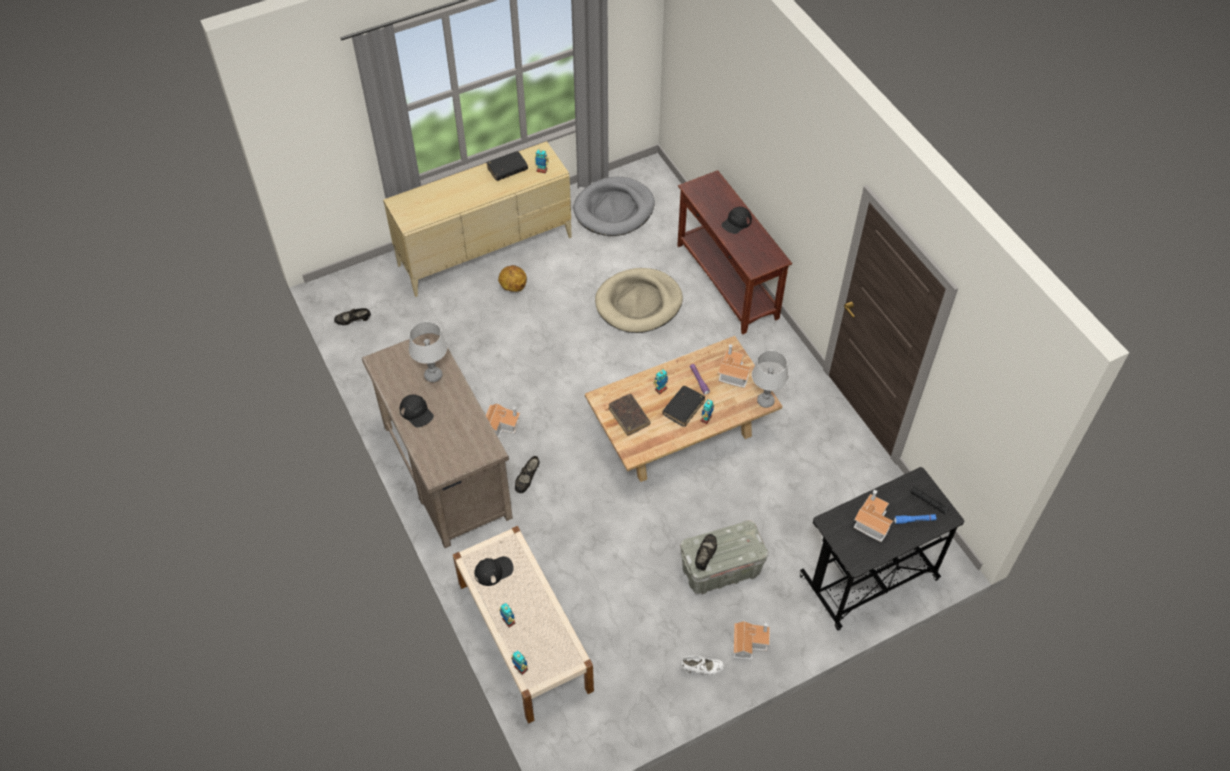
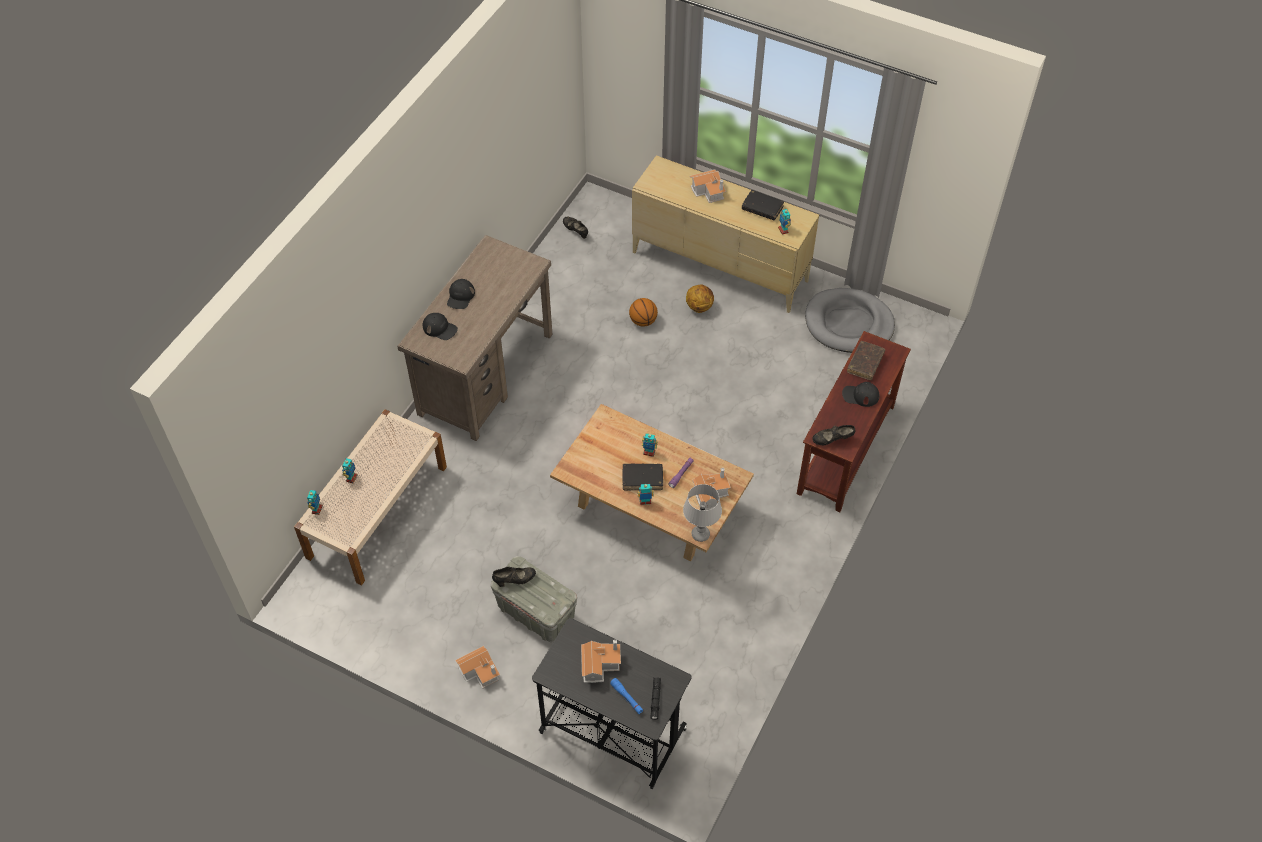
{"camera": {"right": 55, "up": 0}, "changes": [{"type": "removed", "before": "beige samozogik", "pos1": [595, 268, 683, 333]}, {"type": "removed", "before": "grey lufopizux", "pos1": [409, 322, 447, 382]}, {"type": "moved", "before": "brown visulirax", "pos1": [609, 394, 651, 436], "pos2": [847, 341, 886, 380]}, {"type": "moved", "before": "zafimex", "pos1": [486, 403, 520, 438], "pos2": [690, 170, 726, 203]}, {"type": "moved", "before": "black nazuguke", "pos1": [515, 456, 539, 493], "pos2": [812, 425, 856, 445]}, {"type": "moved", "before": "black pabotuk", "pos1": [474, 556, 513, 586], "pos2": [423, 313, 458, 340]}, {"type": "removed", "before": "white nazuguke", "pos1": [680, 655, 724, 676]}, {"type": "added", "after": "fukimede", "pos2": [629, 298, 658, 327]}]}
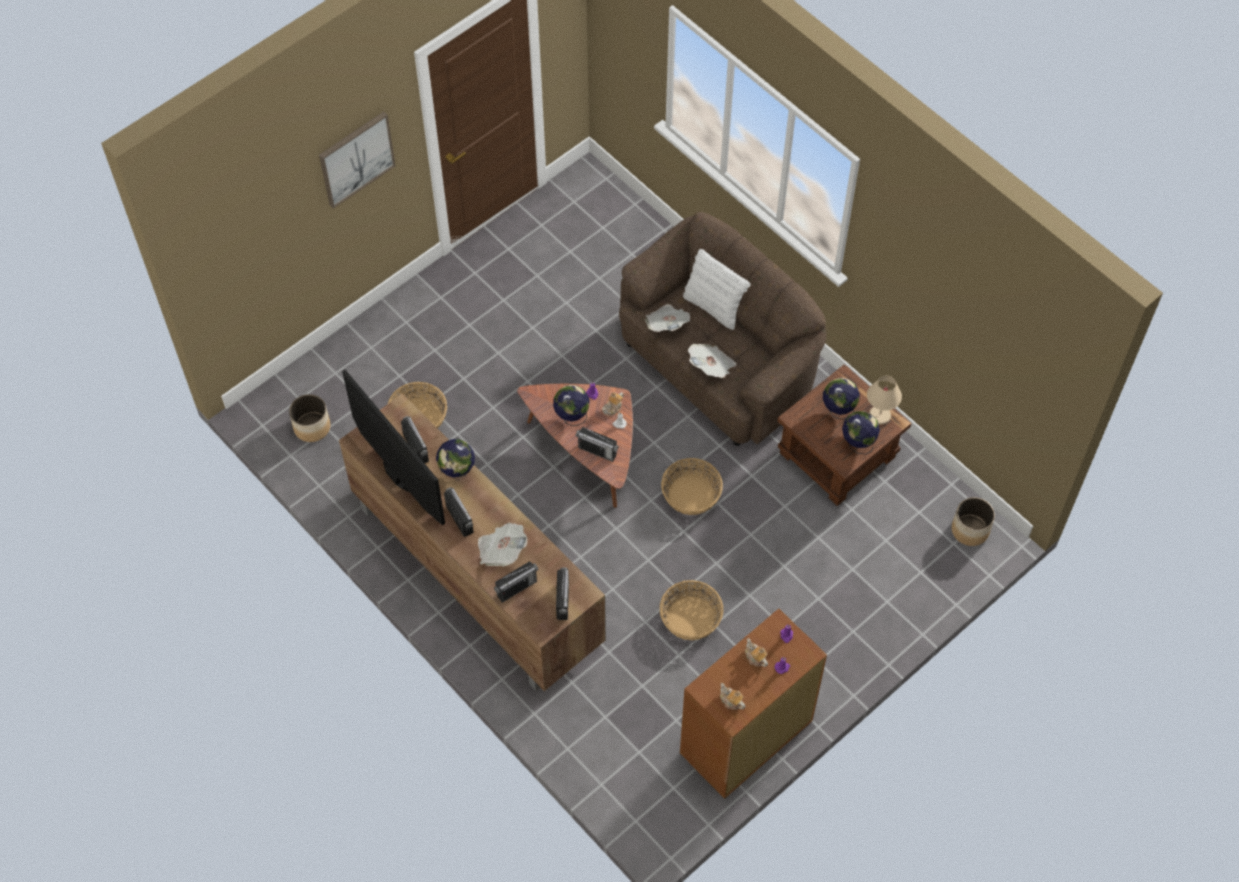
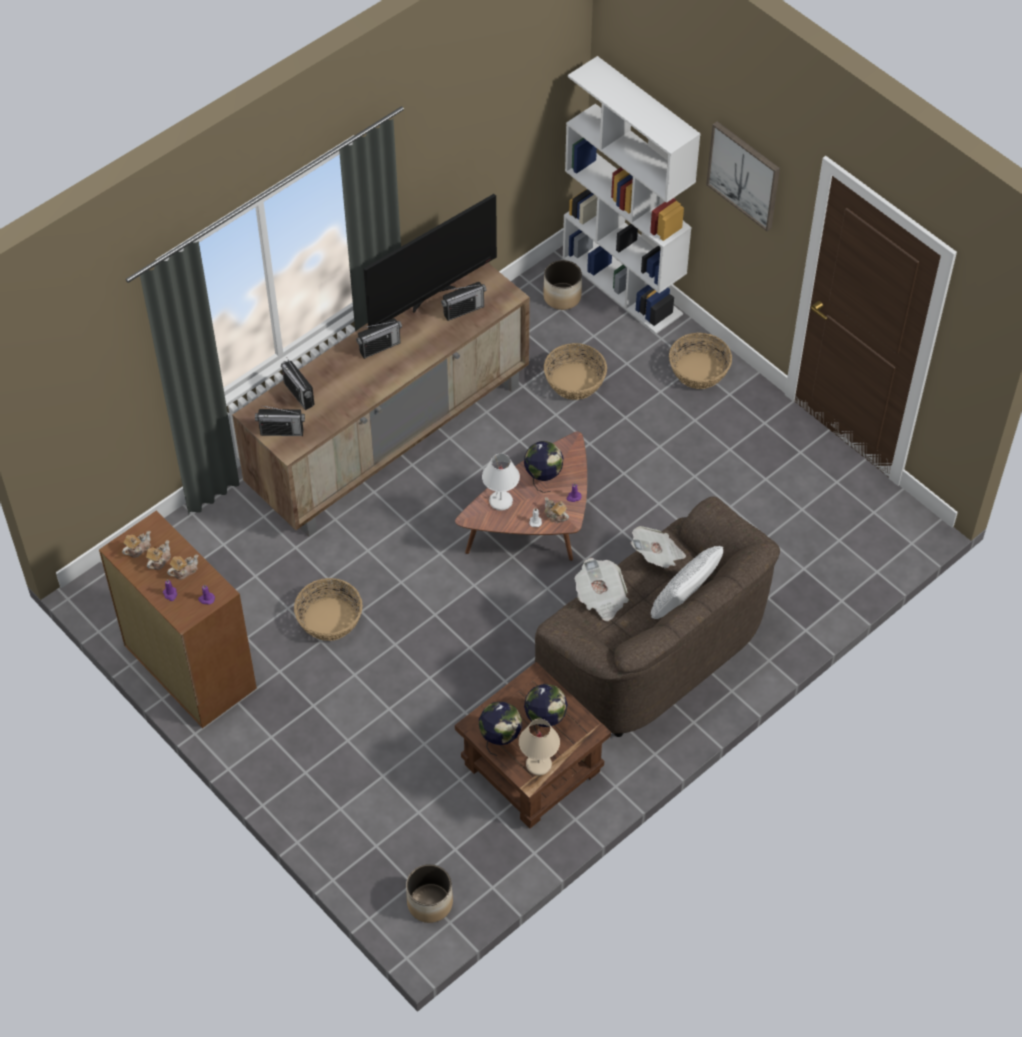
{"camera": {"right": 90, "up": -5}, "changes": [{"type": "replaced", "before": "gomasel", "after": "white lufopizux", "pos1": [576, 427, 619, 462], "pos2": [482, 454, 520, 511]}, {"type": "removed", "before": "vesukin", "pos1": [436, 439, 475, 481]}, {"type": "moved", "before": "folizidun", "pos1": [661, 458, 723, 515], "pos2": [669, 333, 732, 389]}, {"type": "removed", "before": "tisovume", "pos1": [478, 523, 528, 566]}, {"type": "added", "after": "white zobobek", "pos2": [563, 56, 700, 334]}, {"type": "added", "after": "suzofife", "pos2": [146, 540, 171, 570]}]}
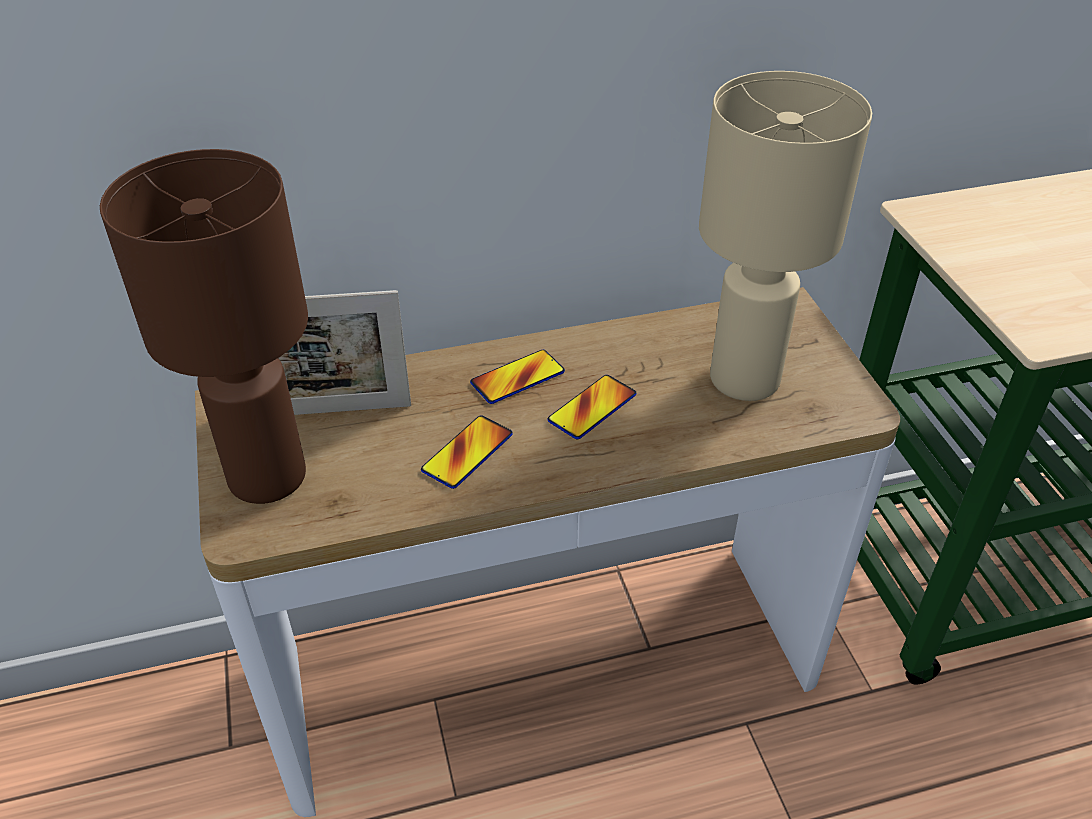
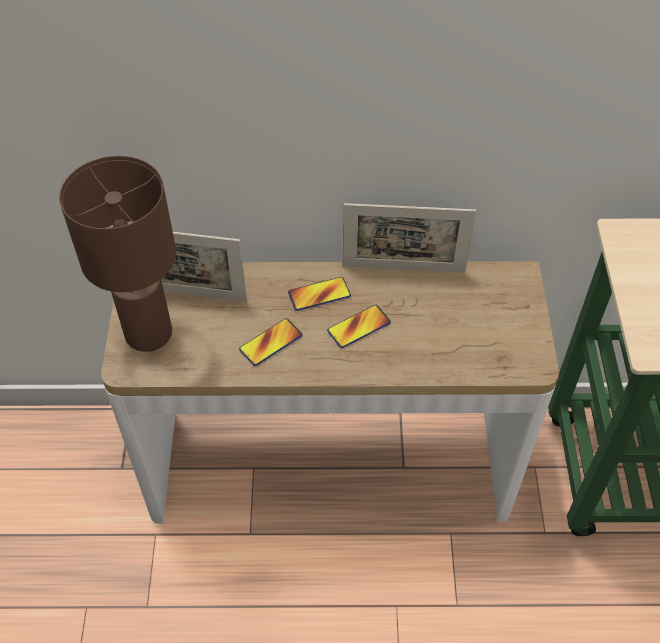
{"camera": {"right": 15, "up": 10}, "changes": [{"type": "removed", "before": "beige lufopizux", "pos1": [699, 71, 872, 401]}, {"type": "added", "after": "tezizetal", "pos2": [342, 203, 476, 273]}]}
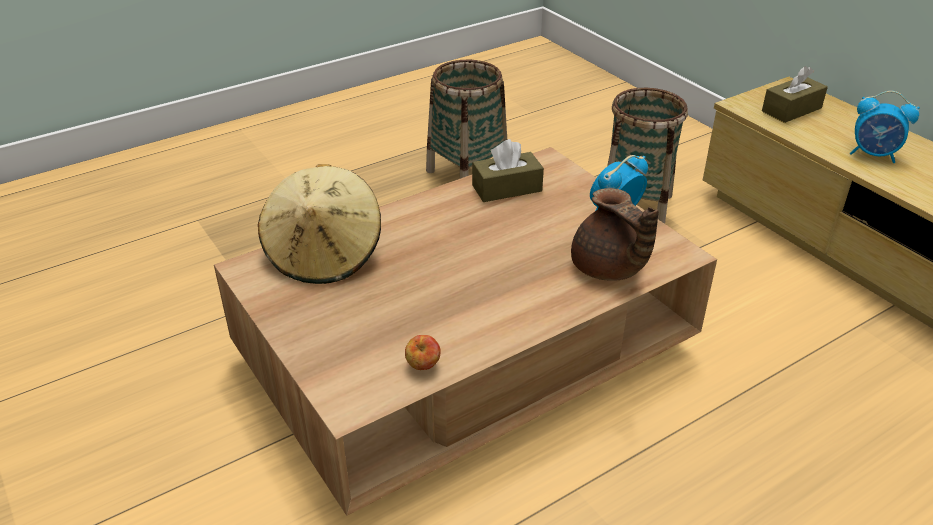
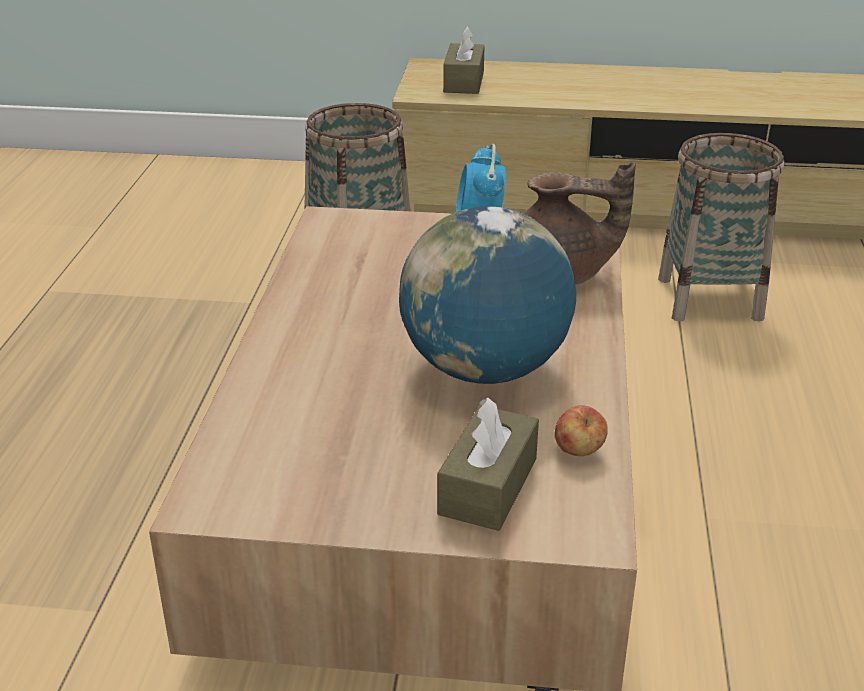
{"camera": {"right": -50, "up": -5}, "changes": [{"type": "moved", "before": "folizidun", "pos1": [426, 60, 507, 179], "pos2": [658, 133, 785, 322]}, {"type": "removed", "before": "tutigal", "pos1": [850, 91, 920, 163]}, {"type": "moved", "before": "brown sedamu", "pos1": [472, 139, 544, 202], "pos2": [437, 398, 539, 531]}, {"type": "removed", "before": "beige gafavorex", "pos1": [258, 164, 381, 284]}, {"type": "added", "after": "vesukin", "pos2": [399, 206, 576, 384]}]}
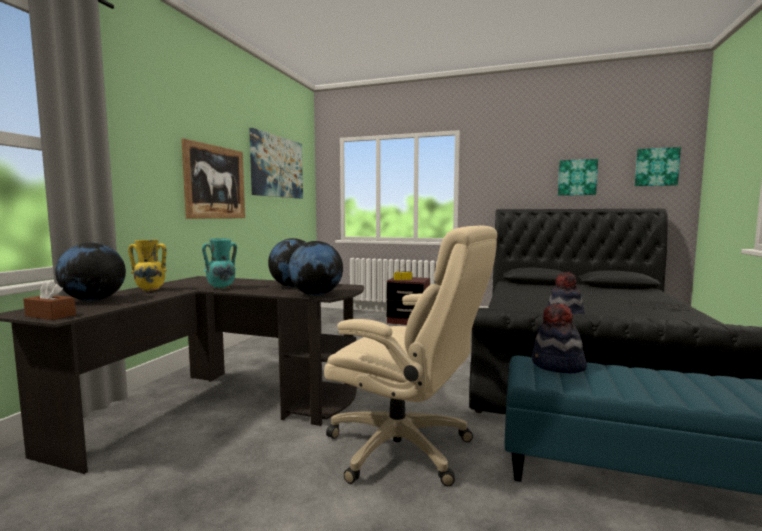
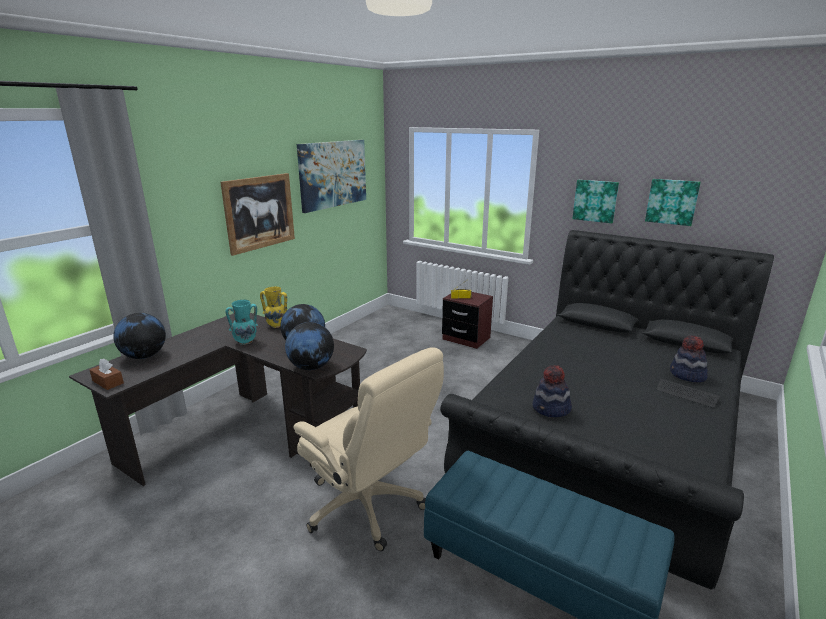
{"camera": {"right": 15, "up": 15}, "changes": [{"type": "moved", "before": "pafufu", "pos1": [635, 147, 681, 186], "pos2": [572, 180, 619, 223]}, {"type": "moved", "before": "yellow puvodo", "pos1": [128, 240, 167, 291], "pos2": [260, 287, 287, 328]}, {"type": "moved", "before": "gafavorex", "pos1": [532, 303, 587, 373], "pos2": [670, 335, 707, 382]}]}
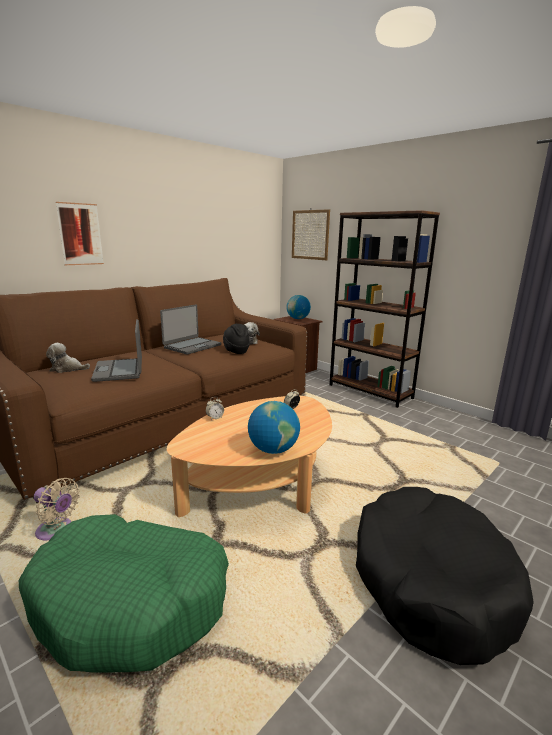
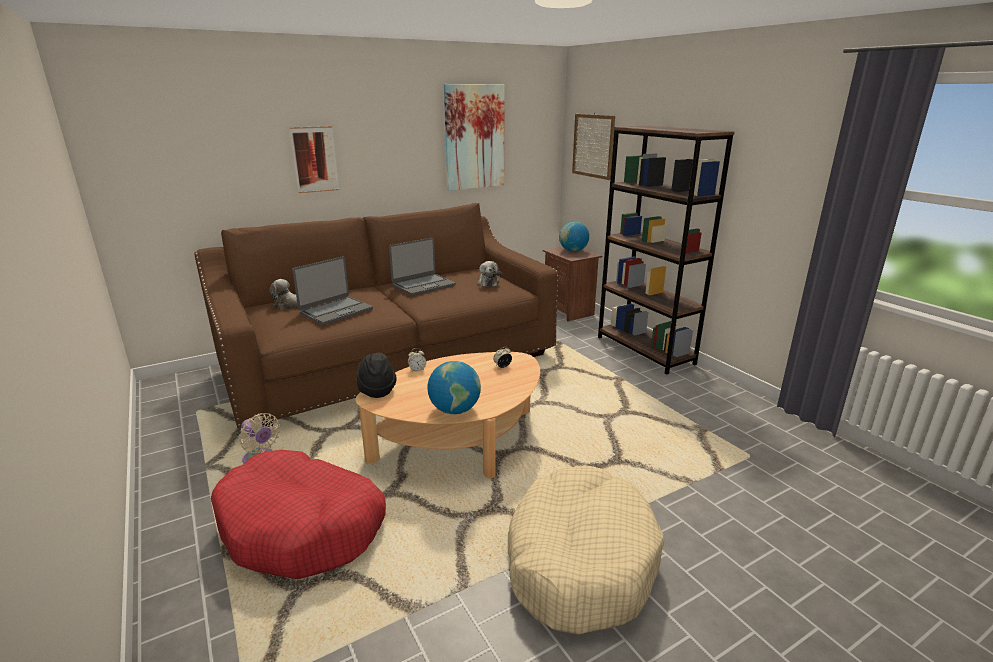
{"camera": {"right": 15, "up": 5}, "changes": [{"type": "turned", "before": "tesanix", "pos1": [91, 319, 142, 382], "pos2": [292, 256, 373, 325], "turn": -135}, {"type": "moved", "before": "black gafavorex", "pos1": [223, 324, 250, 354], "pos2": [357, 353, 396, 398]}, {"type": "recoloured", "before": "black samozogik", "after": "beige samozogik", "pos1": [356, 487, 534, 665], "pos2": [508, 465, 664, 635]}, {"type": "recoloured", "before": "green samozogik", "after": "red samozogik", "pos1": [19, 514, 229, 673], "pos2": [211, 450, 386, 579]}, {"type": "added", "after": "pafufu", "pos2": [444, 84, 505, 191]}]}
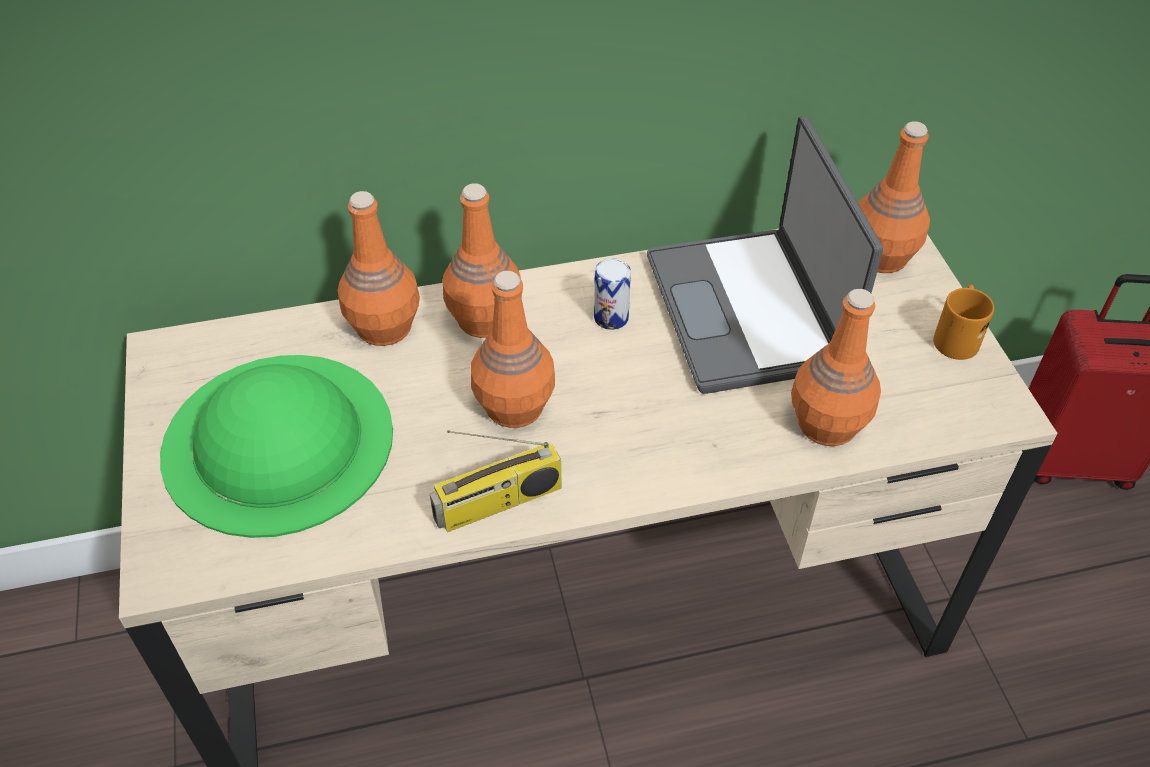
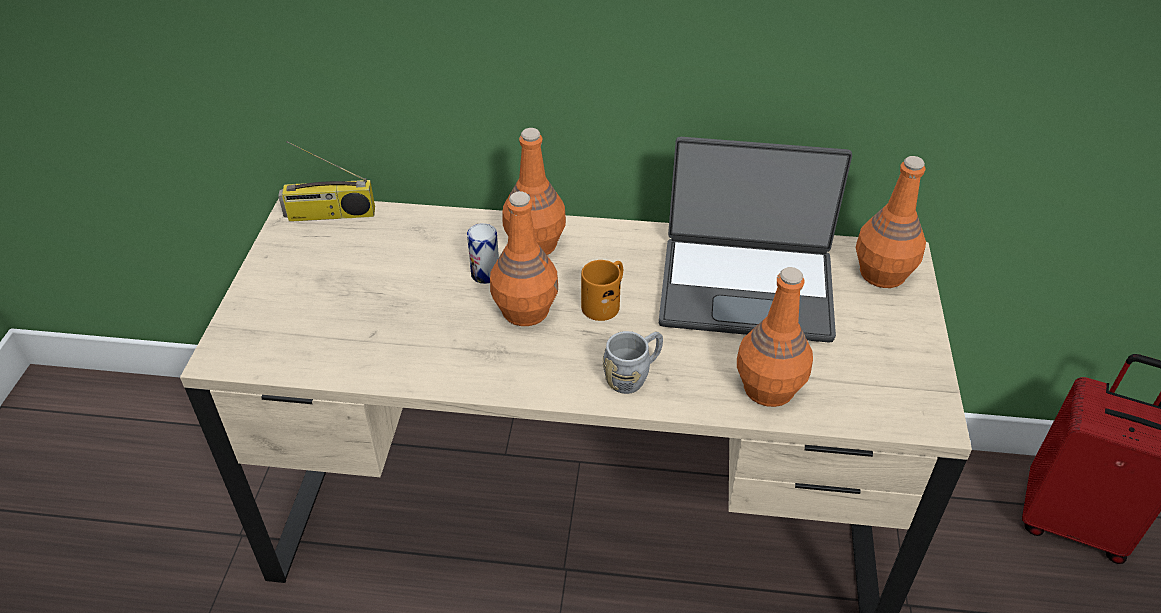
{"camera": {"right": 20, "up": -5}, "changes": [{"type": "turned", "before": "tesanix", "pos1": [647, 116, 883, 394], "pos2": [659, 137, 852, 343], "turn": -90}, {"type": "removed", "before": "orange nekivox", "pos1": [338, 191, 420, 346]}, {"type": "moved", "before": "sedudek", "pos1": [594, 258, 631, 330], "pos2": [467, 223, 499, 284]}, {"type": "moved", "before": "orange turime", "pos1": [933, 285, 994, 360], "pos2": [581, 260, 623, 321]}, {"type": "removed", "before": "green gafavorex", "pos1": [160, 355, 393, 538]}, {"type": "moved", "before": "gomasel", "pos1": [430, 430, 562, 532], "pos2": [278, 141, 375, 222]}, {"type": "added", "after": "grey turime", "pos2": [603, 331, 663, 394]}]}
